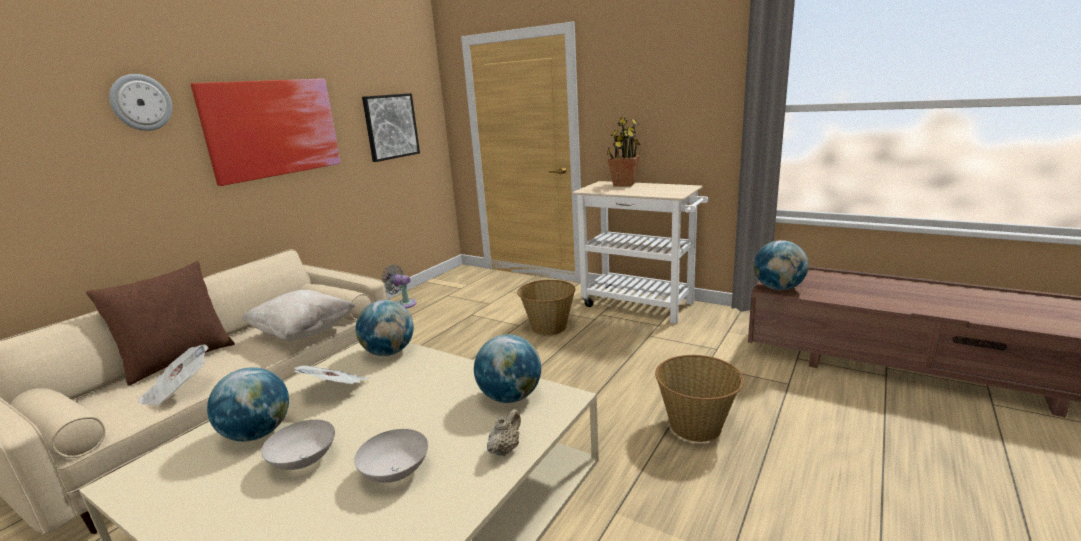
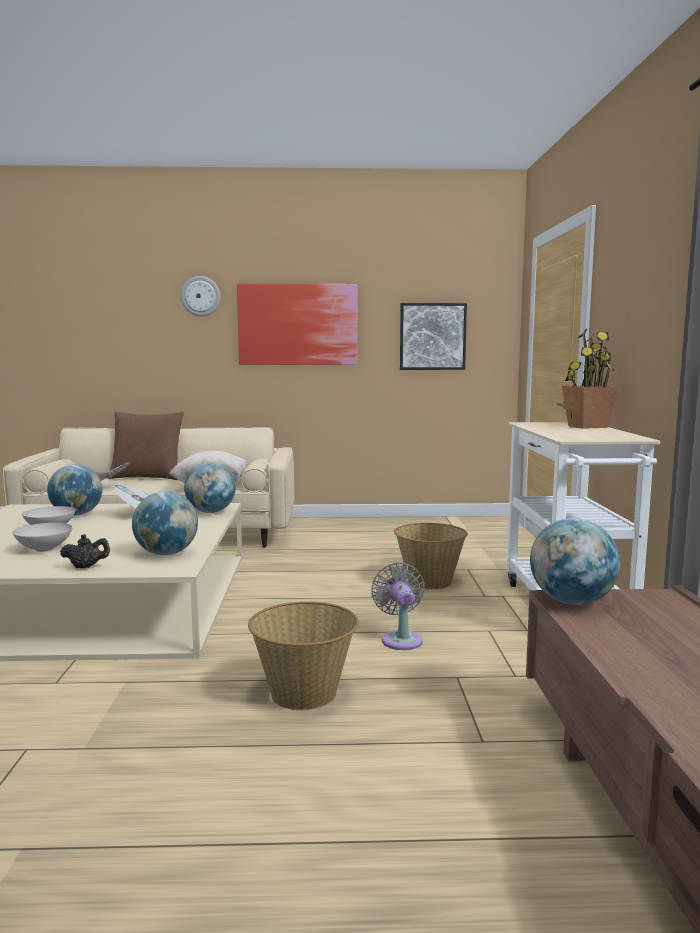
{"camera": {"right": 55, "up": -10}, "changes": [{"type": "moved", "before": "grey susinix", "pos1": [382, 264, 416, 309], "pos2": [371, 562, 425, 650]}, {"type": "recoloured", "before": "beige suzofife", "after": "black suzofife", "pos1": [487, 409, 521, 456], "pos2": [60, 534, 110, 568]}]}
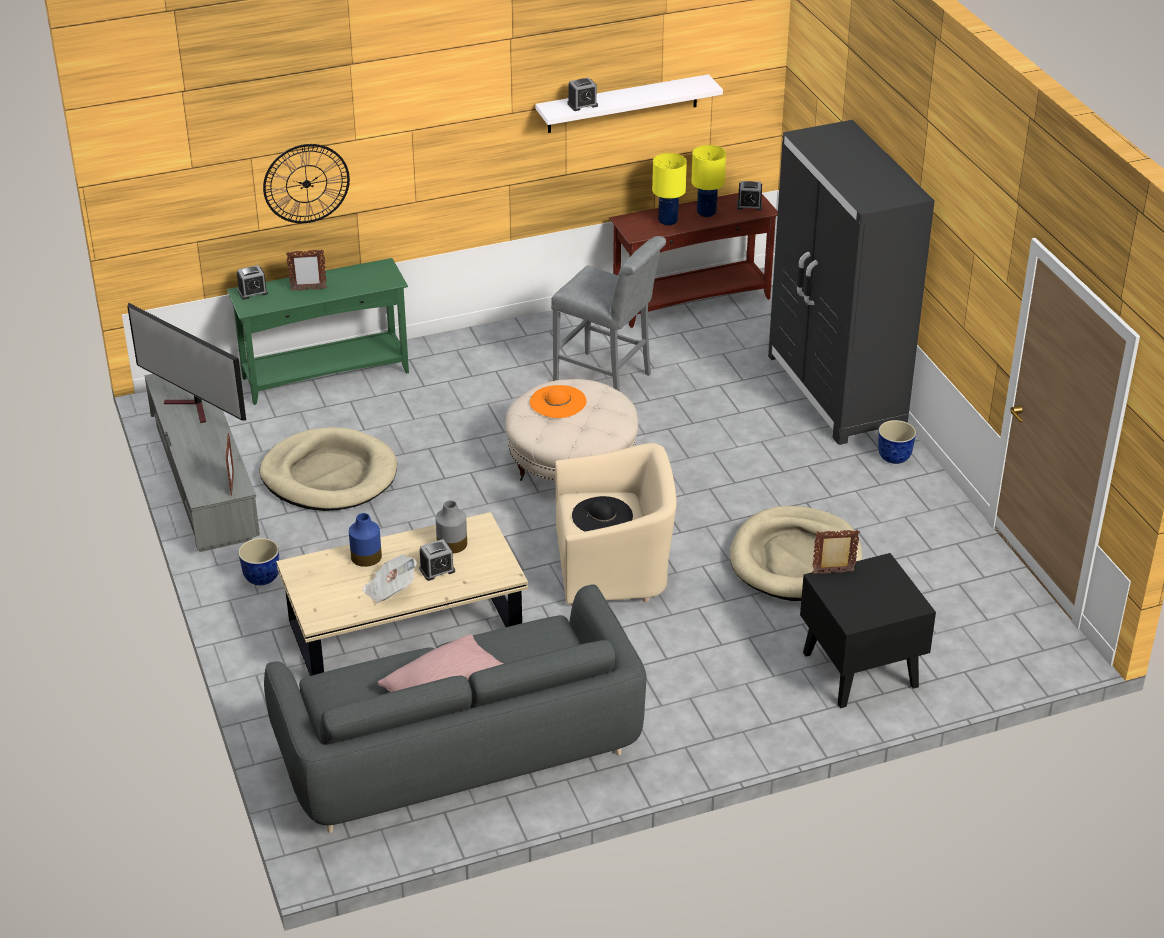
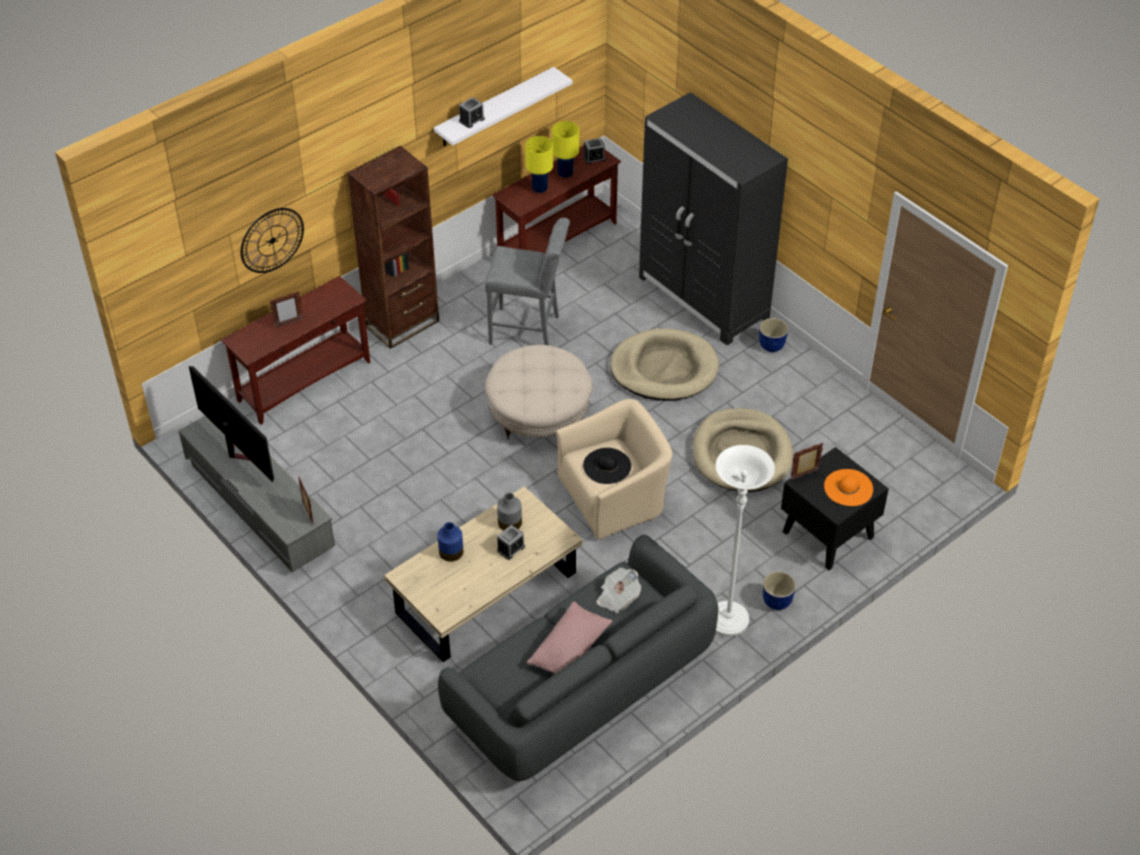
{"camera": {"right": -20, "up": 10}, "changes": [{"type": "recoloured", "before": "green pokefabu", "after": "brown pokefabu", "pos1": [227, 258, 409, 405], "pos2": [221, 276, 370, 425]}, {"type": "removed", "before": "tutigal", "pos1": [237, 265, 268, 300]}, {"type": "turned", "before": "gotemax", "pos1": [127, 303, 246, 423], "pos2": [189, 366, 274, 482], "turn": -150}, {"type": "moved", "before": "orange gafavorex", "pos1": [530, 385, 587, 418], "pos2": [824, 469, 873, 506]}, {"type": "moved", "before": "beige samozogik", "pos1": [259, 427, 397, 511], "pos2": [610, 328, 719, 401]}, {"type": "moved", "before": "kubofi", "pos1": [238, 538, 279, 585], "pos2": [763, 571, 796, 610]}, {"type": "moved", "before": "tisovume", "pos1": [362, 554, 417, 604], "pos2": [597, 567, 641, 613]}, {"type": "added", "after": "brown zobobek", "pos2": [347, 146, 439, 349]}, {"type": "added", "after": "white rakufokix", "pos2": [716, 445, 775, 637]}]}
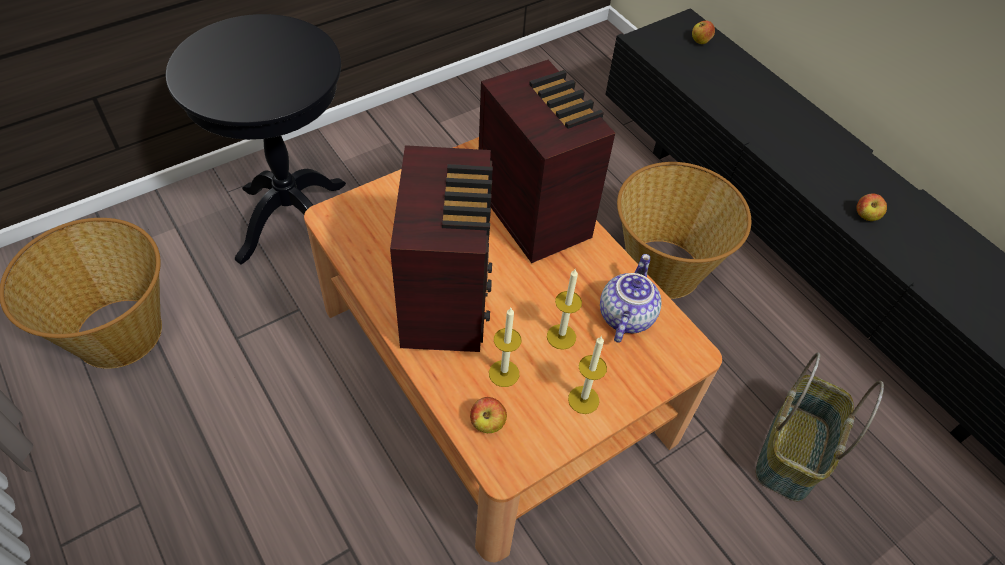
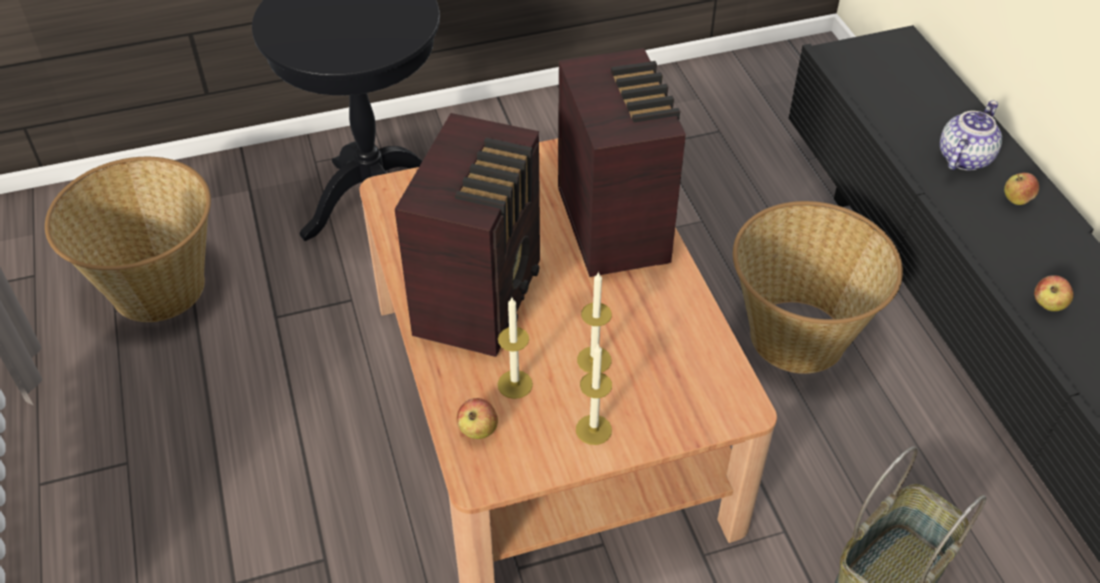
{"camera": {"right": 20, "up": -5}, "changes": [{"type": "moved", "before": "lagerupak", "pos1": [692, 20, 715, 44], "pos2": [1004, 173, 1039, 205]}, {"type": "moved", "before": "suzofife", "pos1": [600, 254, 662, 343], "pos2": [940, 100, 1002, 170]}]}
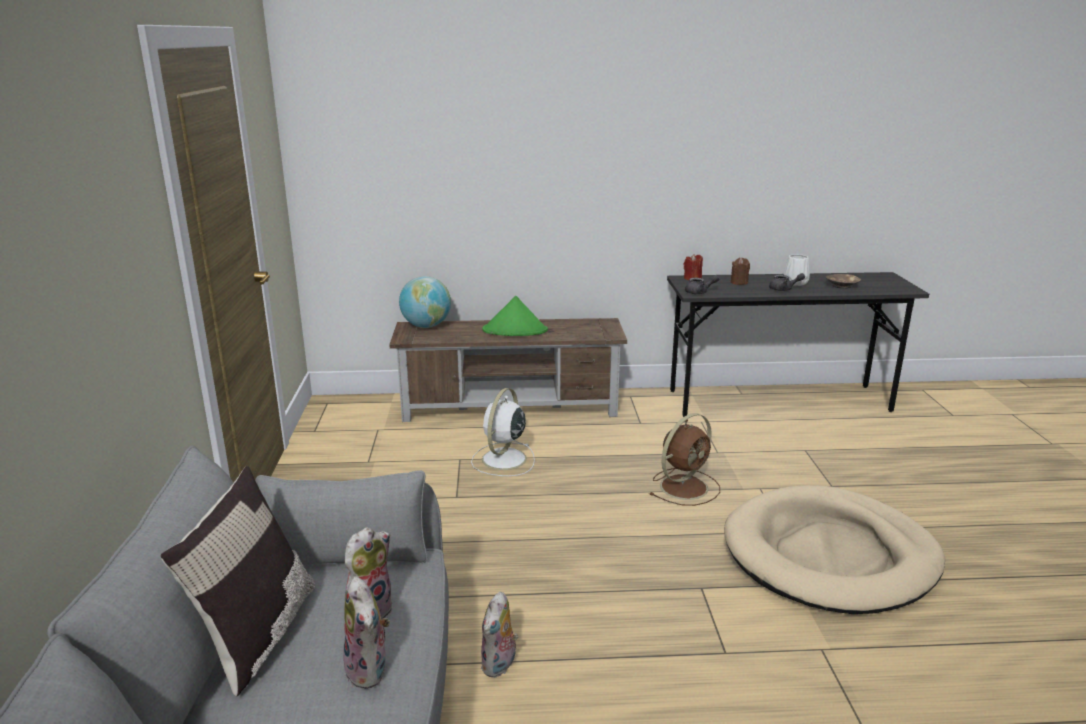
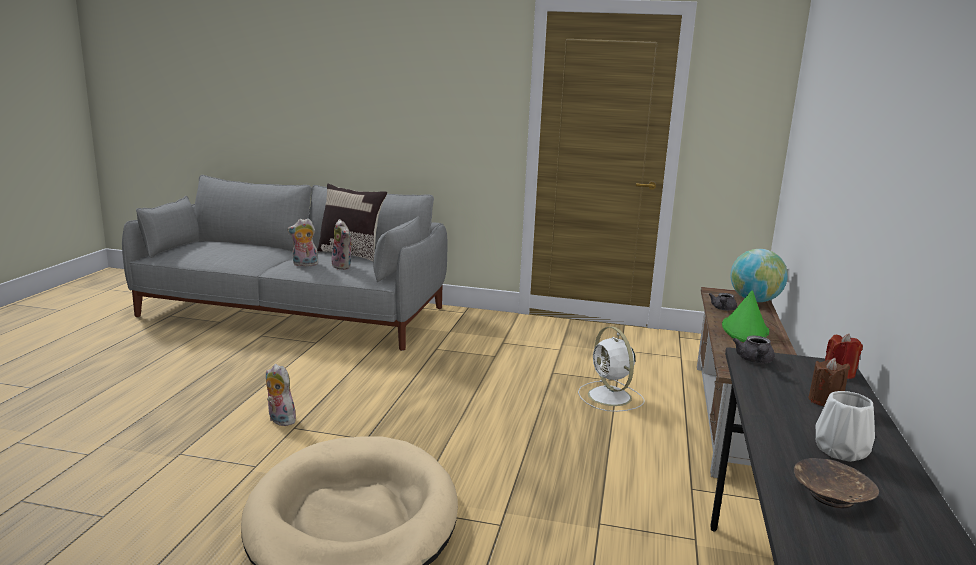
{"camera": {"right": 105, "up": -5}, "changes": [{"type": "moved", "before": "grey suzofife", "pos1": [769, 273, 805, 291], "pos2": [709, 293, 737, 311]}, {"type": "turned", "before": "white susinix", "pos1": [471, 388, 535, 476], "pos2": [578, 326, 645, 412], "turn": -150}, {"type": "removed", "before": "brown susinix", "pos1": [649, 413, 720, 506]}, {"type": "moved", "before": "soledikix", "pos1": [480, 592, 518, 678], "pos2": [266, 364, 299, 426]}]}
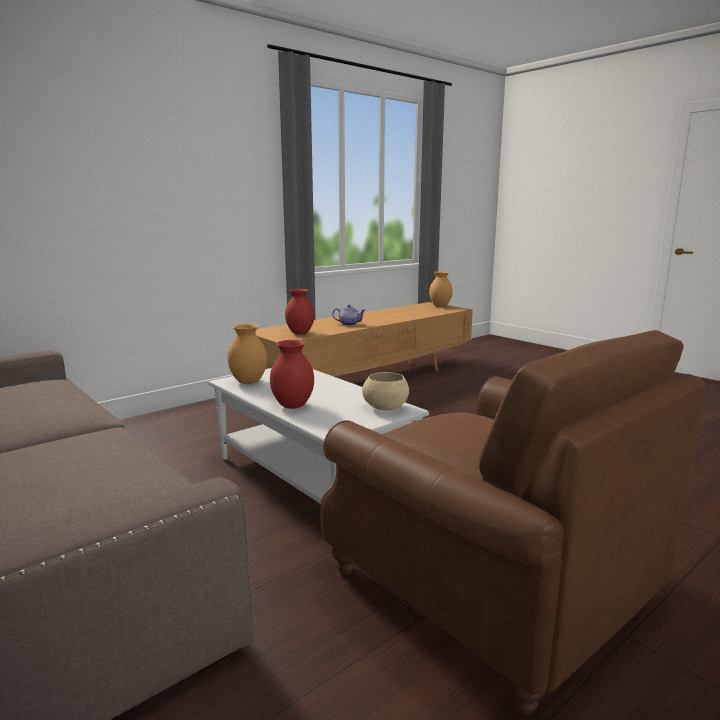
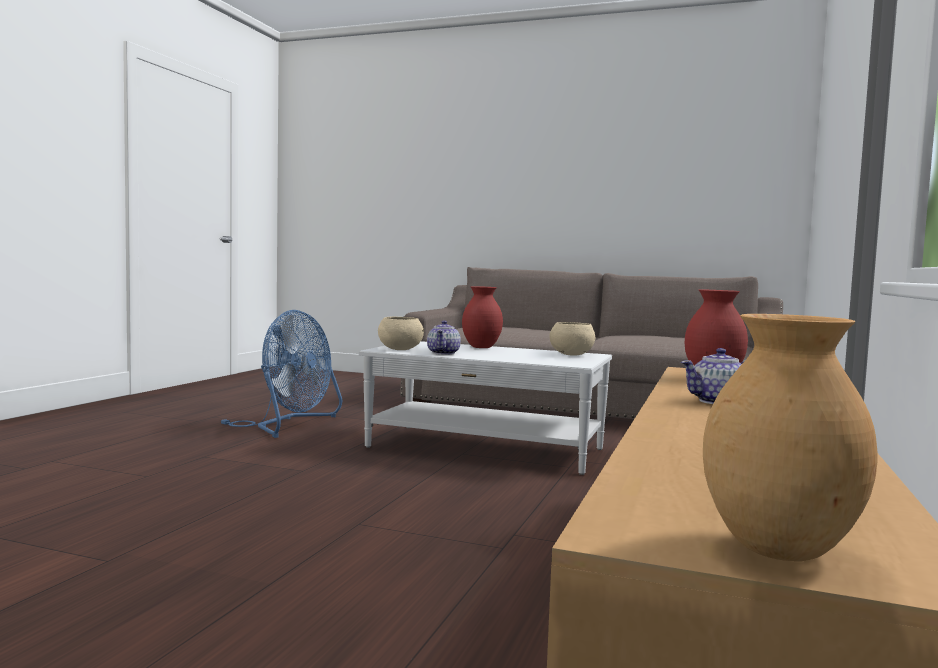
{"camera": {"right": 150, "up": -10}, "changes": [{"type": "replaced", "before": "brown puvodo", "after": "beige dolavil", "pos1": [228, 324, 267, 384], "pos2": [550, 322, 595, 356]}, {"type": "replaced", "before": "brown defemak", "after": "blue susinix", "pos1": [320, 330, 706, 715], "pos2": [221, 310, 342, 438]}, {"type": "added", "after": "suzofife", "pos2": [427, 320, 461, 355]}]}
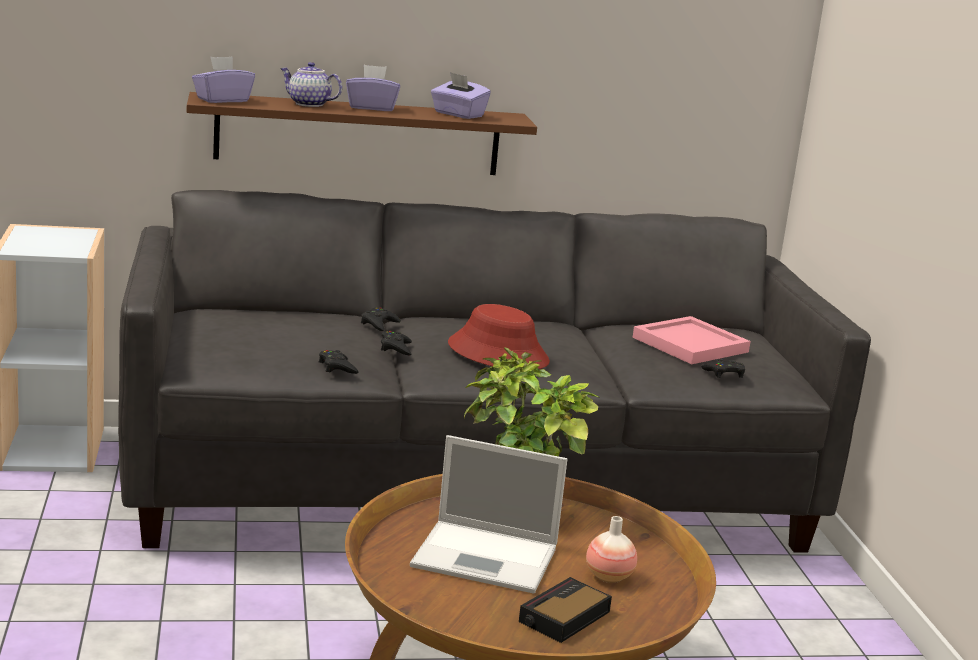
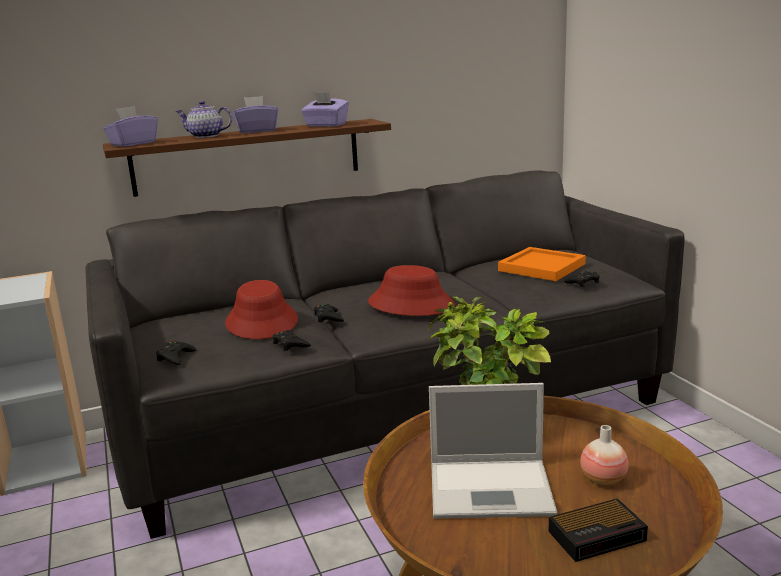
{"camera": {"right": -10, "up": 0}, "changes": [{"type": "moved", "before": "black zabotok", "pos1": [361, 308, 401, 331], "pos2": [156, 341, 196, 365]}, {"type": "recoloured", "before": "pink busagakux", "after": "orange busagakux", "pos1": [632, 316, 751, 364], "pos2": [498, 247, 586, 281]}, {"type": "turned", "before": "tutigal", "pos1": [519, 577, 612, 643], "pos2": [549, 498, 648, 562], "turn": -135}, {"type": "added", "after": "red gafavorex", "pos2": [225, 280, 298, 339]}]}
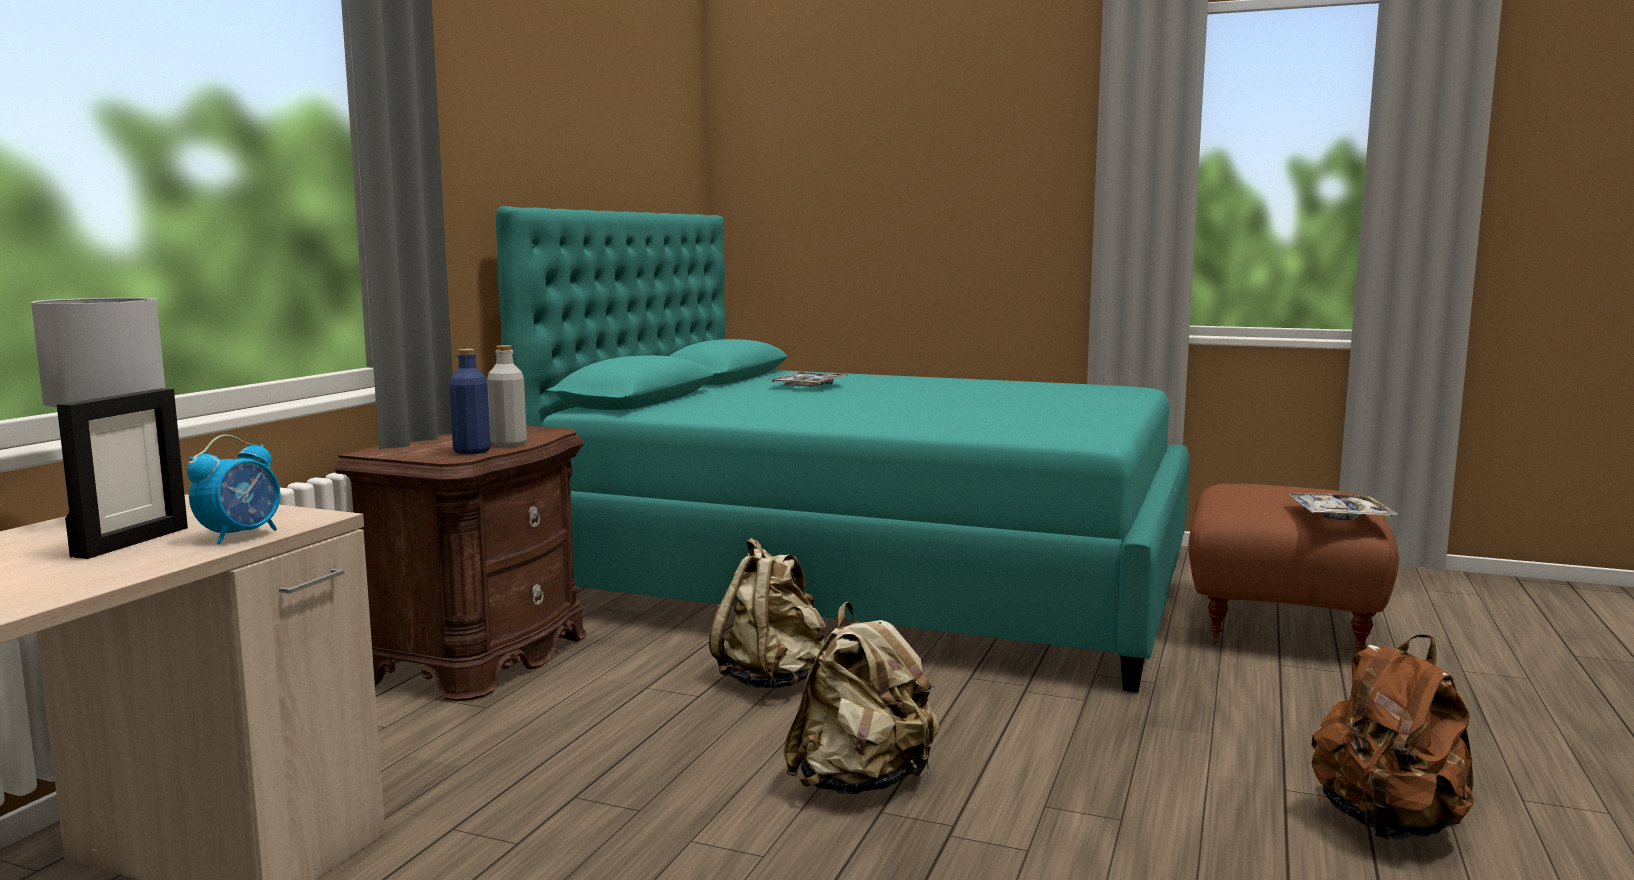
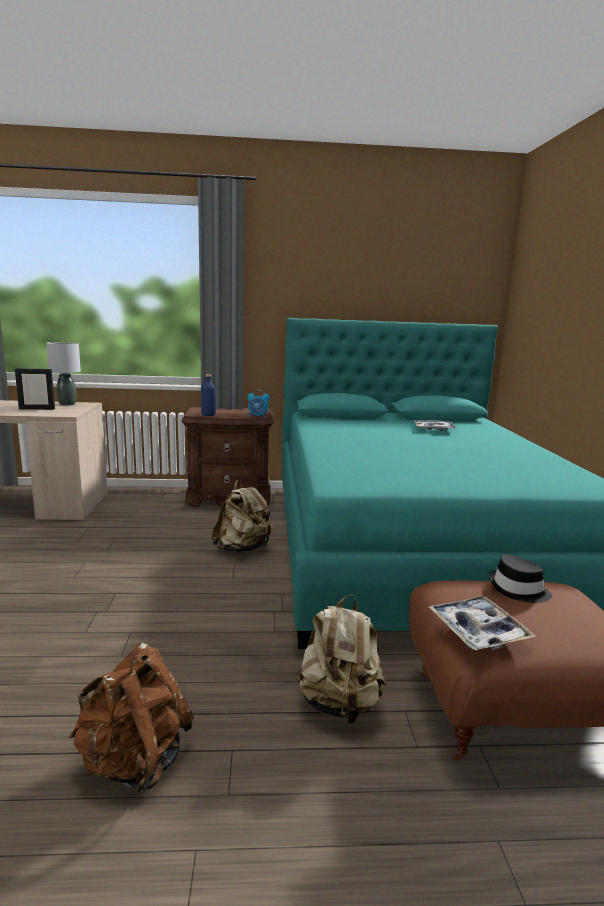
{"camera": {"right": 65, "up": 5}, "changes": [{"type": "removed", "before": "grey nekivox", "pos1": [487, 345, 527, 447]}, {"type": "moved", "before": "tutigal", "pos1": [187, 435, 281, 545], "pos2": [247, 390, 270, 418]}, {"type": "moved", "before": "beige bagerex", "pos1": [783, 602, 939, 795], "pos2": [295, 595, 386, 724]}, {"type": "added", "after": "black gafavorex", "pos2": [489, 555, 552, 603]}]}
